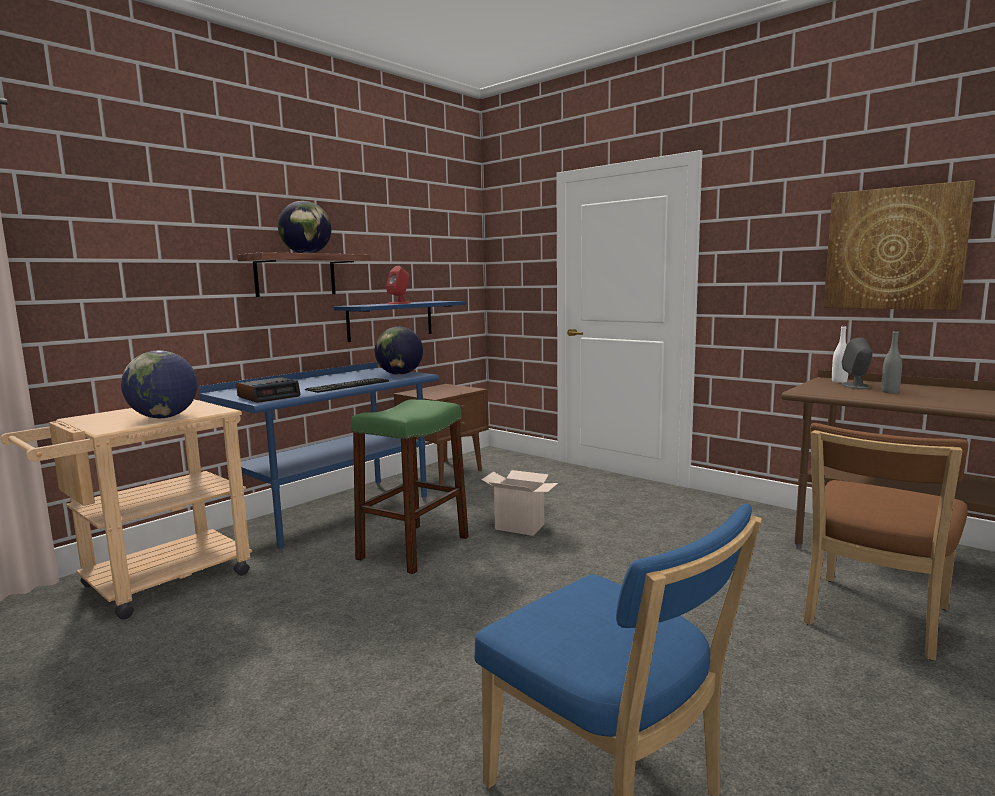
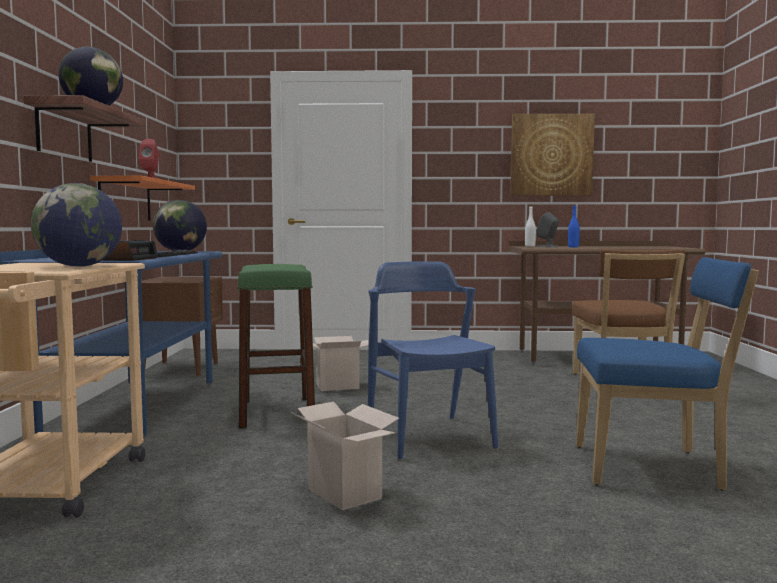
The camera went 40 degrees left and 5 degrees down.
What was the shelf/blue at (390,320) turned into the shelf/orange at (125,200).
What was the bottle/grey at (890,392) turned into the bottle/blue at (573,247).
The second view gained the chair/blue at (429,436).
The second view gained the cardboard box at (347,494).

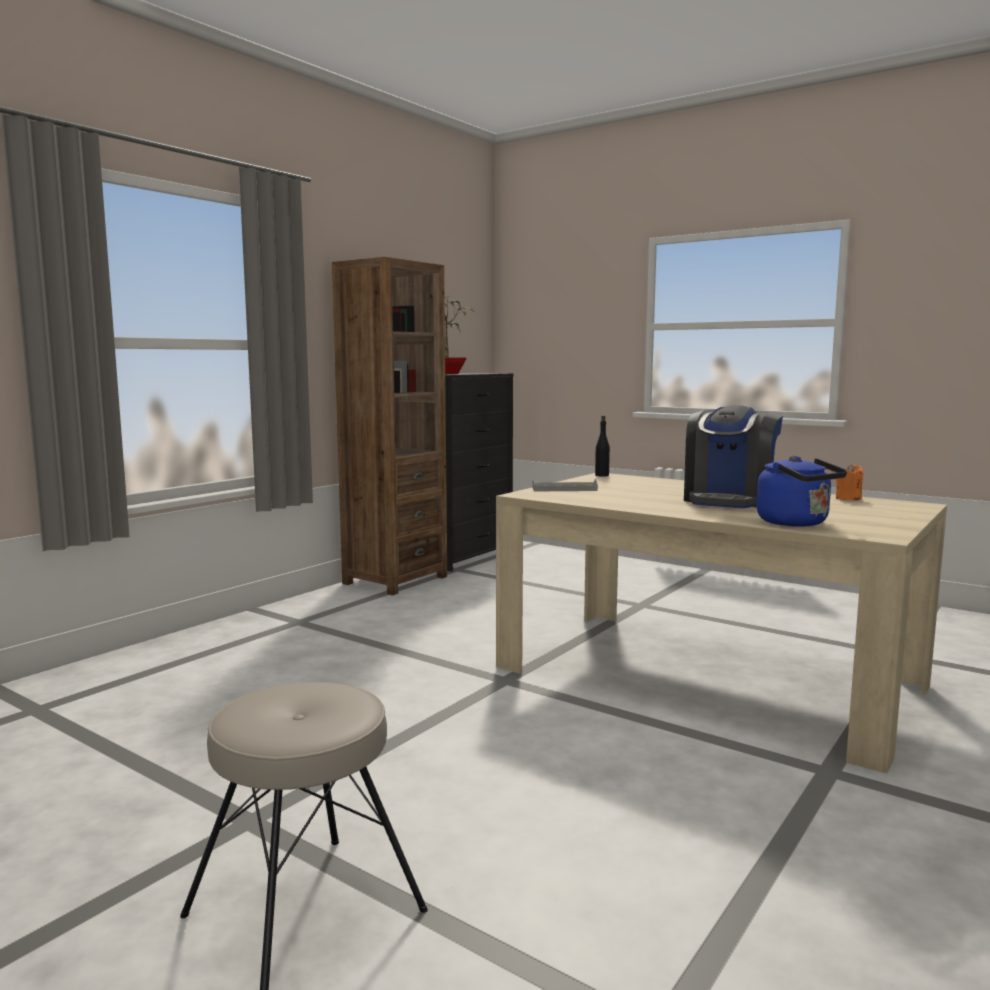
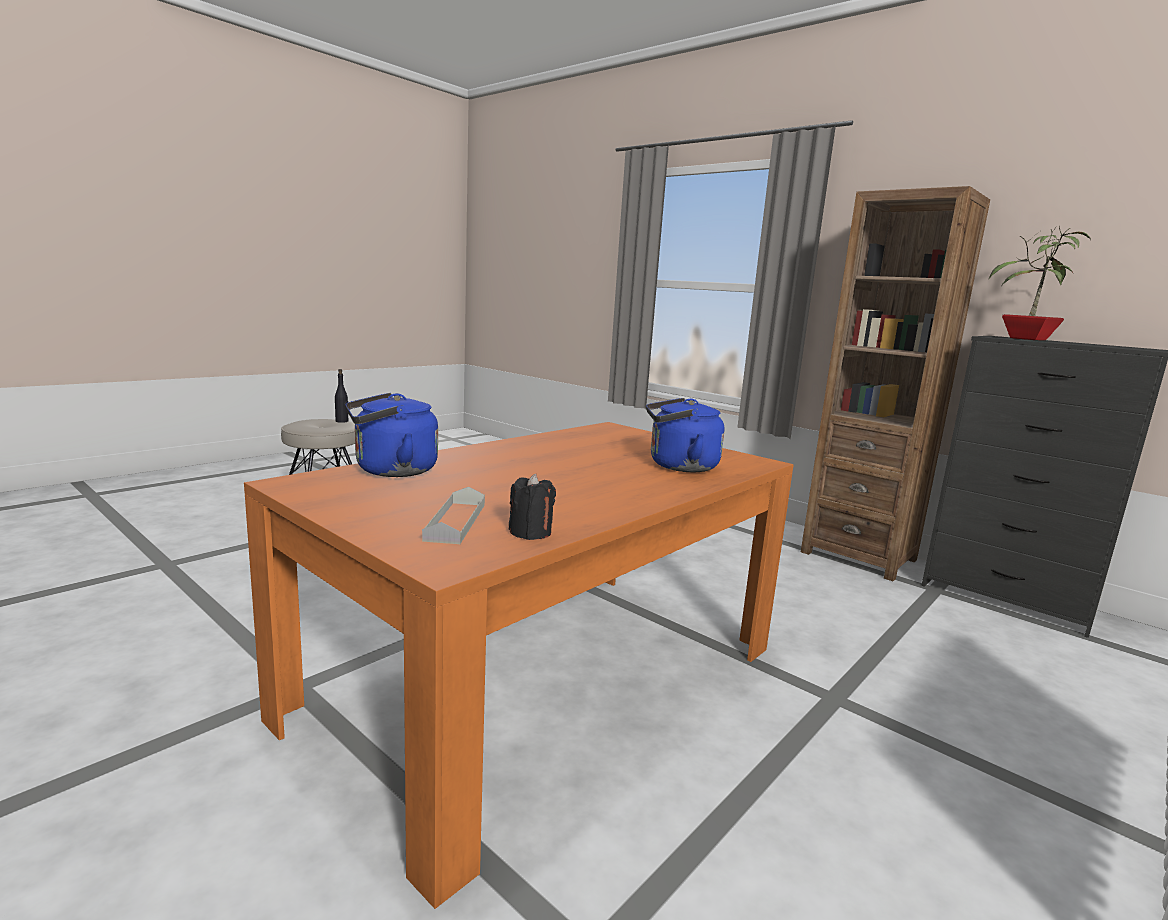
The camera went 95 degrees right and 5 degrees up.
The second view lost the coffee machine at (729,500).
The bottle/black ended up elsewhere, having gone from (602,475) to (342,421).
What was the candle/orange at (848,498) turned into the candle/black at (530,532).
What was the dining table/beige at (707,676) turned into the dining table/orange at (546,681).
The tray/grey ended up elsewhere, having gone from (564,489) to (455,521).
The second view gained the kettle/blue at (679,466).

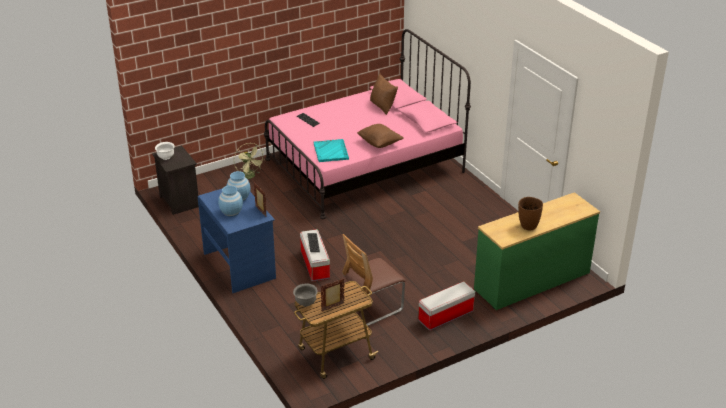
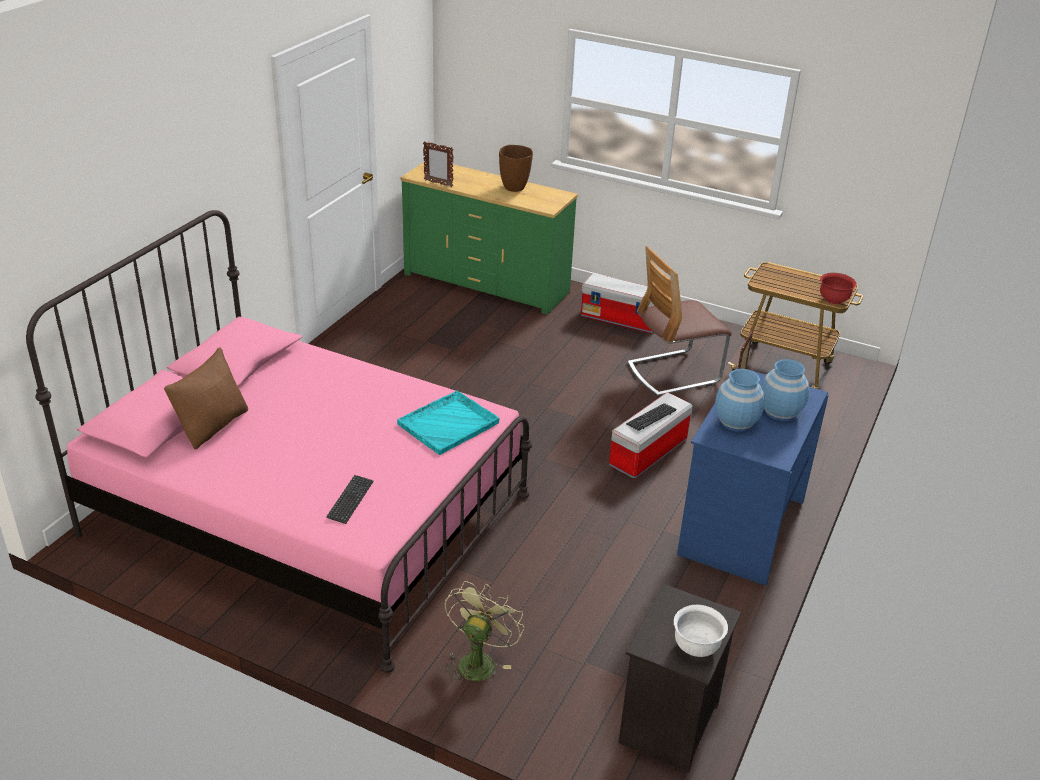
The camera went 125 degrees left and 0 degrees up.
The second view lost the pillow/brown at (379,143).
The chair at (371,308) ended up facing another way, 135 degrees clockwise from before.
The picture frame ended up elsewhere, having gone from (333,307) to (438,183).
What was the bowl/grey at (305,302) turned into the bowl/red at (834,300).

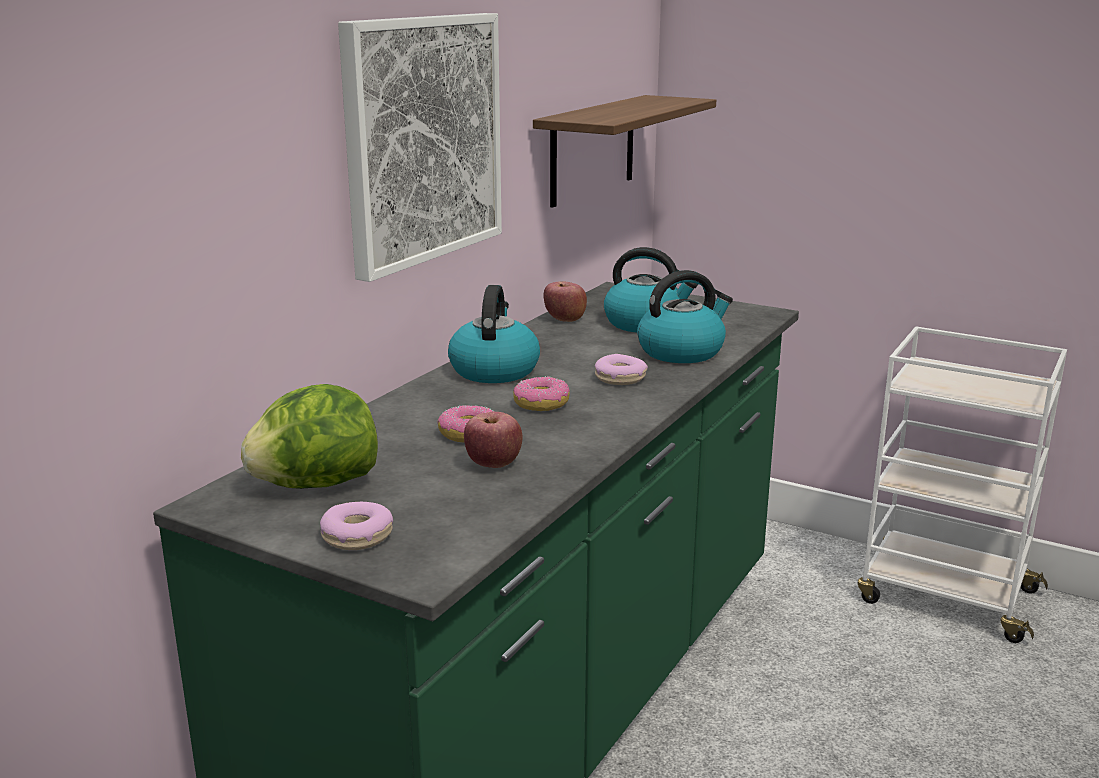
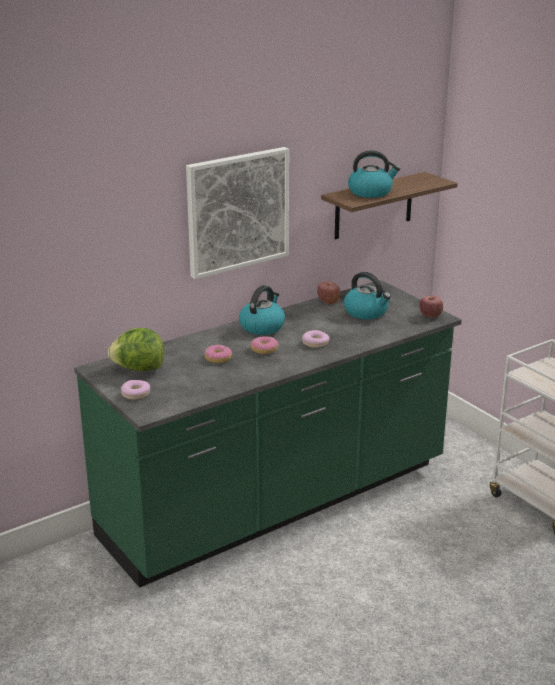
The camera went 25 degrees right and 5 degrees up.
The kettle ended up elsewhere, having gone from (682,351) to (371,192).
The apple ended up elsewhere, having gone from (493,464) to (430,316).

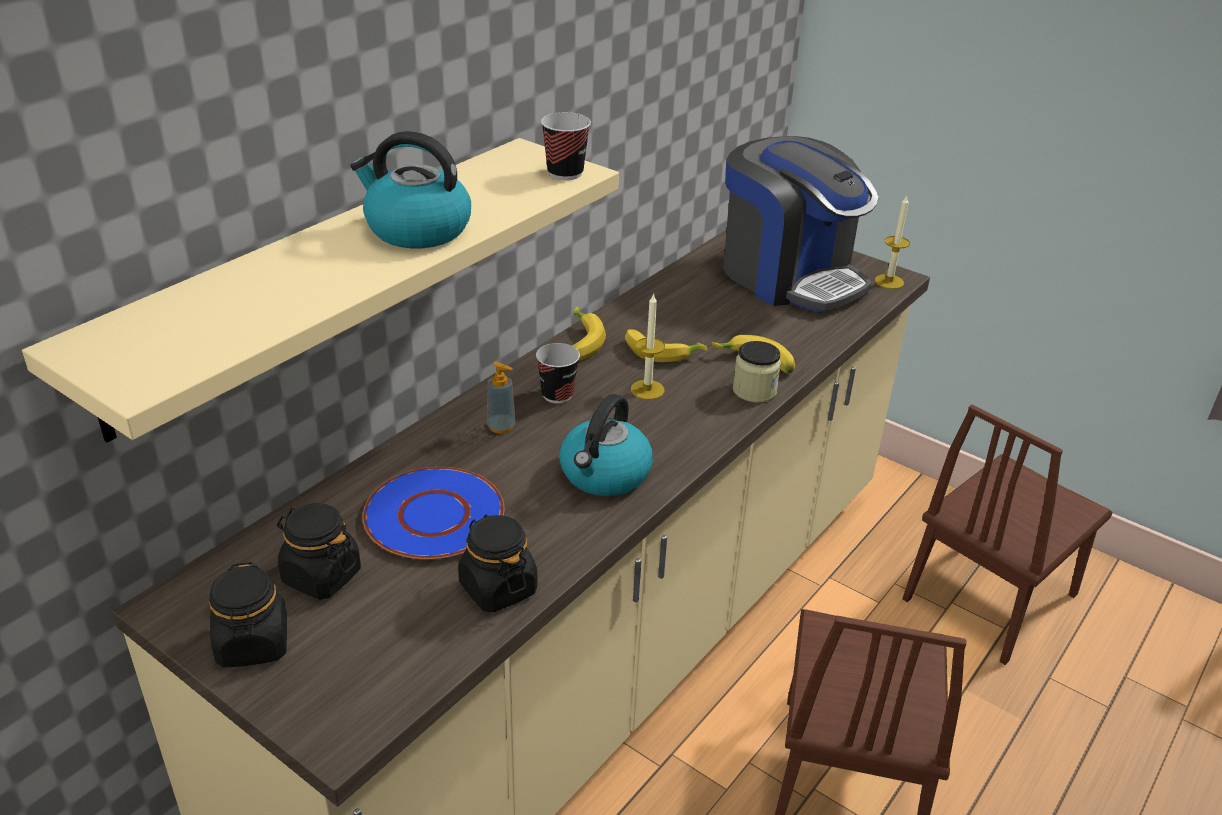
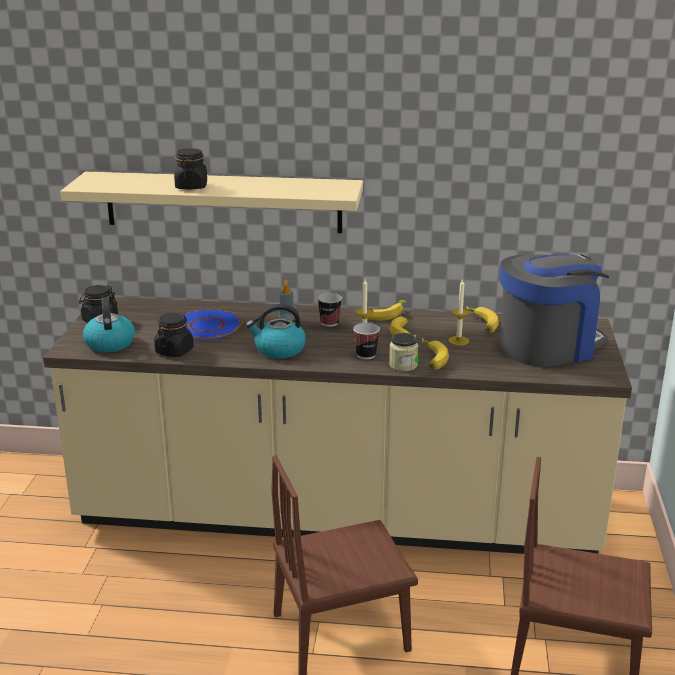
The camera went 60 degrees right and 10 degrees down.
The cup ended up elsewhere, having gone from (565,173) to (366,355).
The kettle ended up elsewhere, having gone from (416,229) to (109,343).
The coffee machine at (789,276) ended up facing another way, 135 degrees counterclockwise from before.
The candle ended up elsewhere, having gone from (889,281) to (458,341).
The jar/black ended up elsewhere, having gone from (321,576) to (191,186).
The second view gained the banana at (481,324).

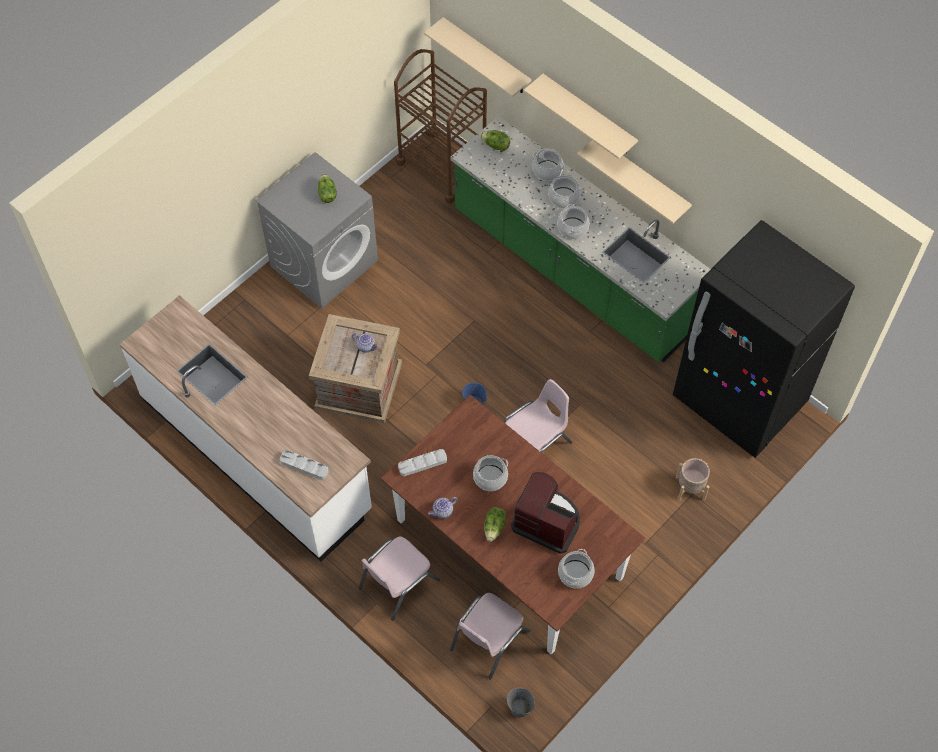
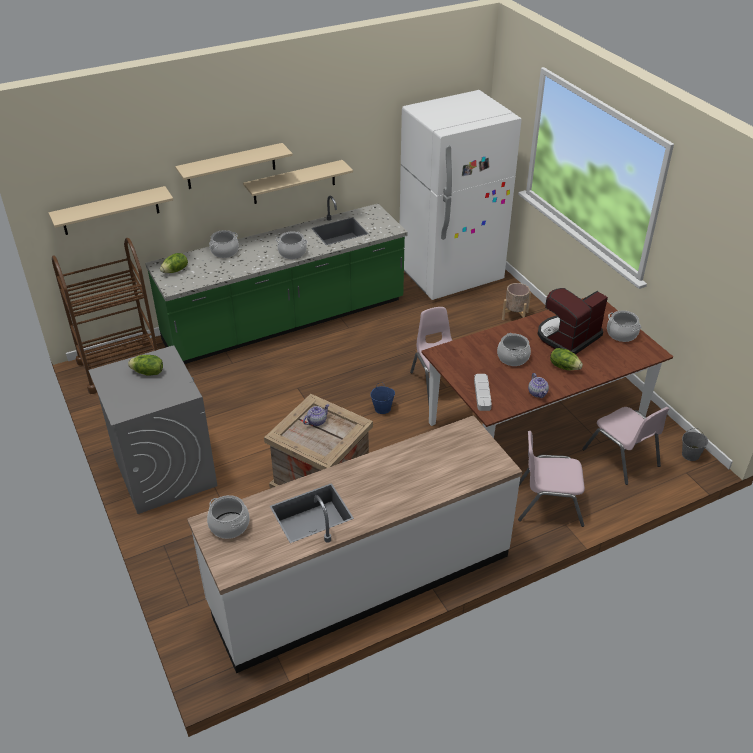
The camera went 70 degrees left and 20 degrees down.
The cooking pot ended up elsewhere, having gone from (563,197) to (229,525).
What was the fridge/black at (739,401) turned into the fridge/white at (451,275).
The second view lost the tray/grey at (304,466).
The chair/pink at (398,583) ended up facing another way, 120 degrees clockwise from before.

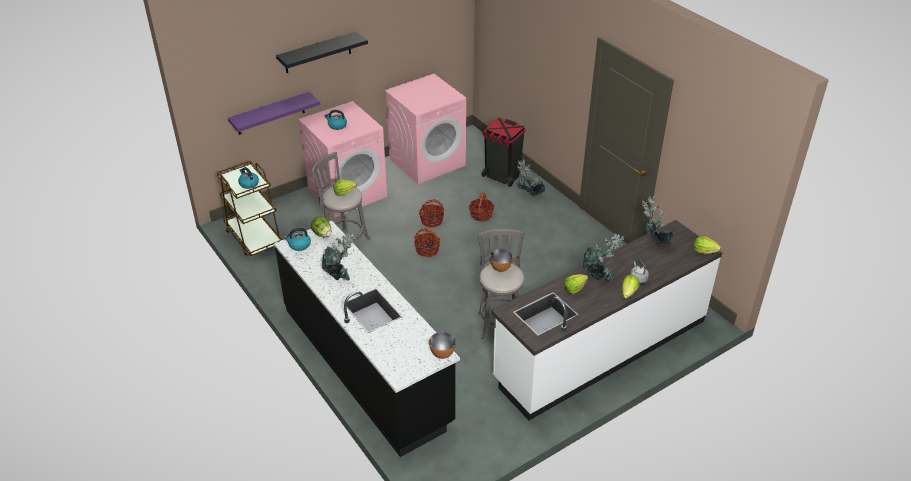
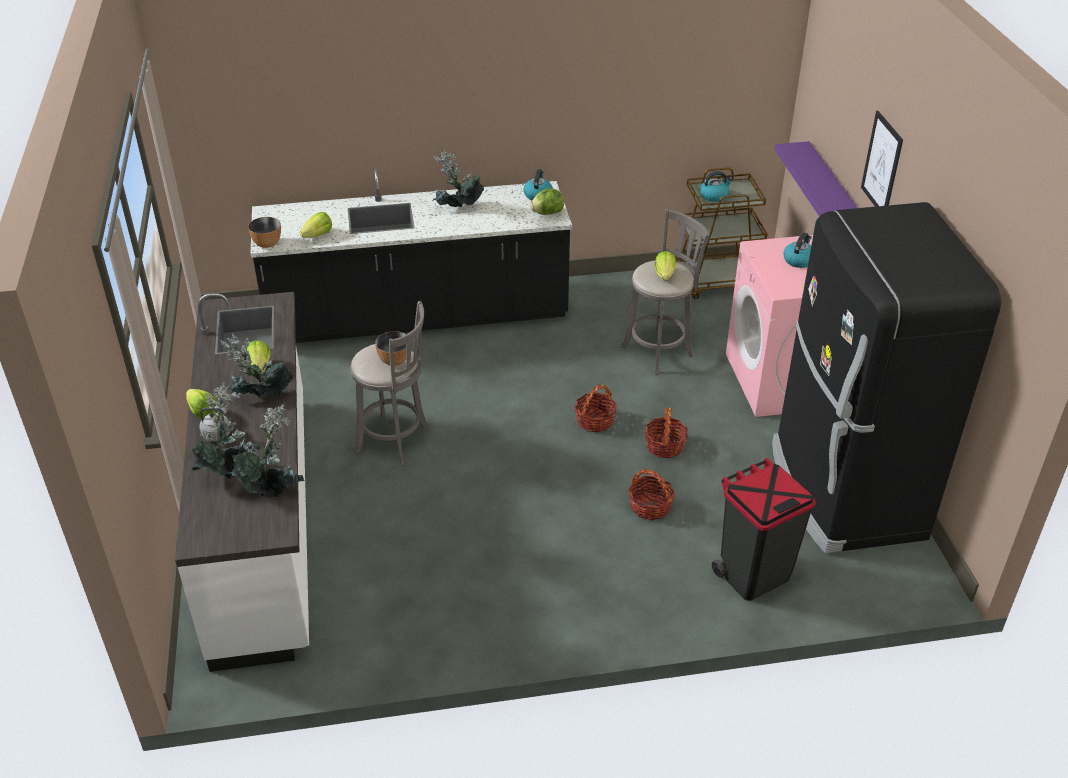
The camera went 115 degrees right and 0 degrees up.
Where the shelf/black hung at (317,53), the picture came to hang at (882,164).
Where the washing machine/pink stood at (427,162), the fridge/black came to stand at (844,492).
The potted plant ended up elsewhere, having gone from (528,195) to (230,470).
The lettuce ended up elsewhere, having gone from (704,251) to (318,235).

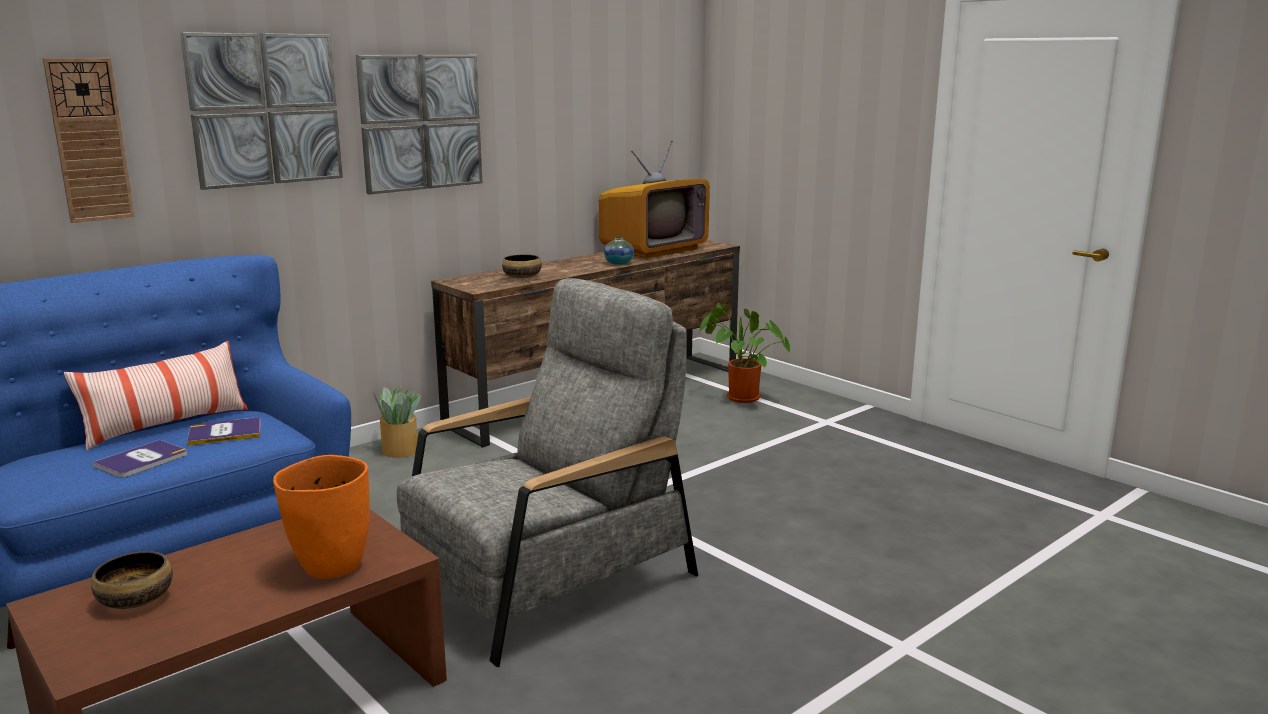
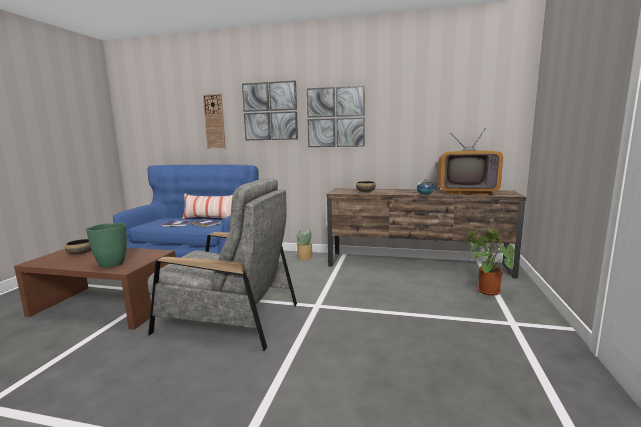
The camera went 55 degrees right and 5 degrees down.
What was the vase/orange at (330,566) turned into the vase/green at (111,264).

